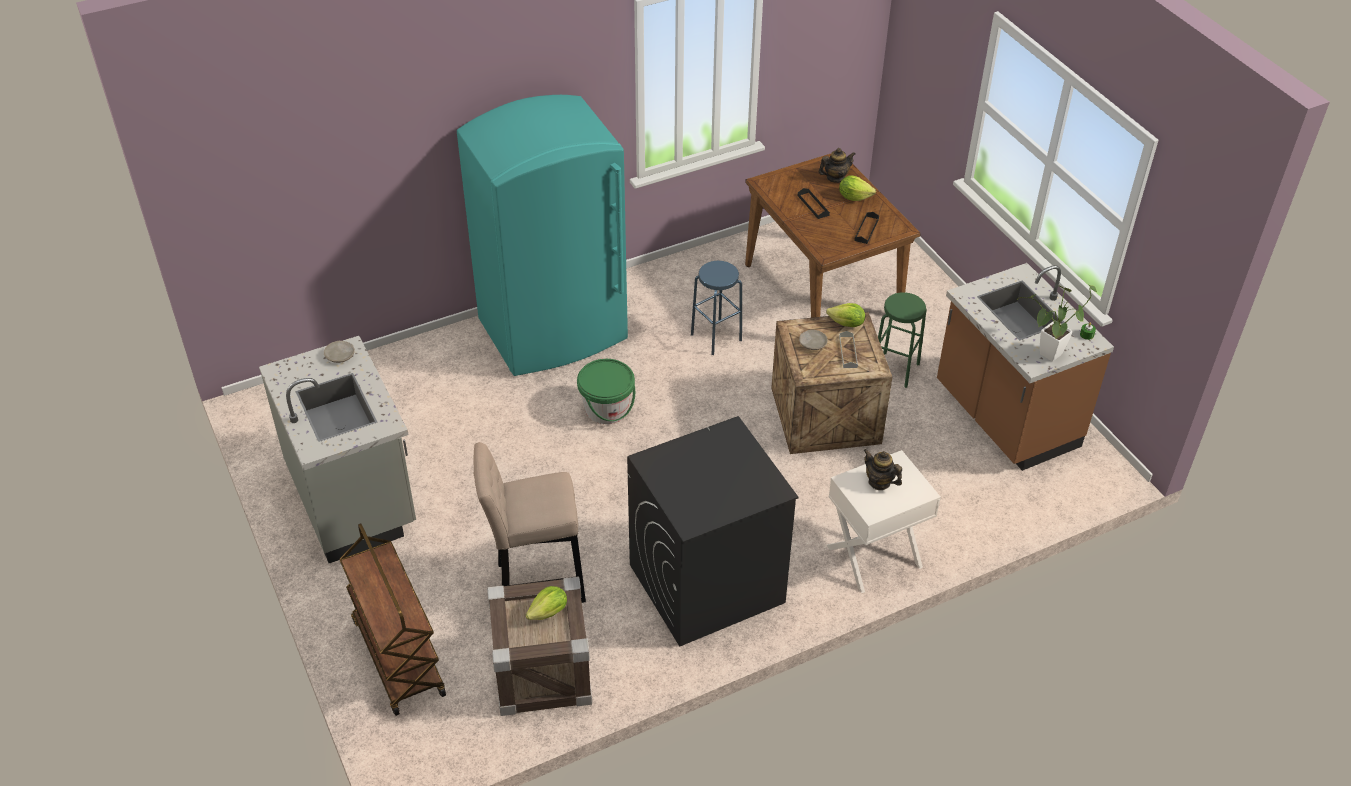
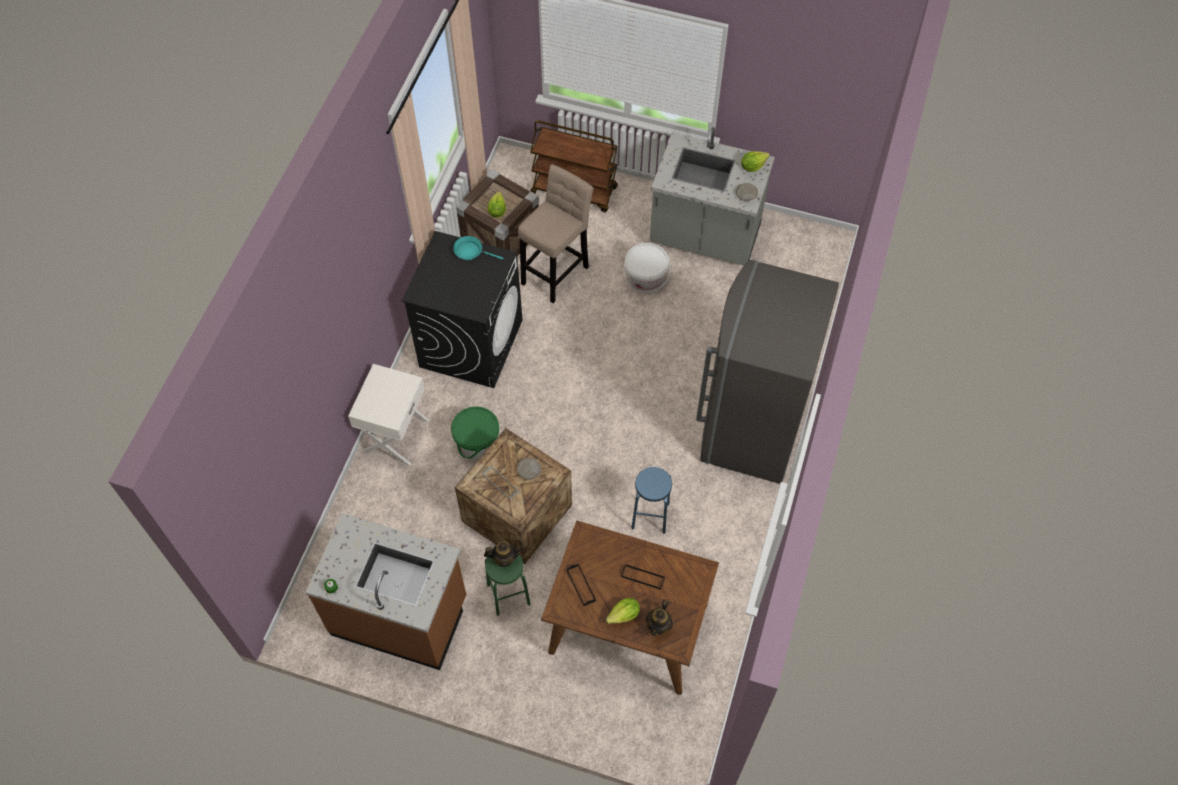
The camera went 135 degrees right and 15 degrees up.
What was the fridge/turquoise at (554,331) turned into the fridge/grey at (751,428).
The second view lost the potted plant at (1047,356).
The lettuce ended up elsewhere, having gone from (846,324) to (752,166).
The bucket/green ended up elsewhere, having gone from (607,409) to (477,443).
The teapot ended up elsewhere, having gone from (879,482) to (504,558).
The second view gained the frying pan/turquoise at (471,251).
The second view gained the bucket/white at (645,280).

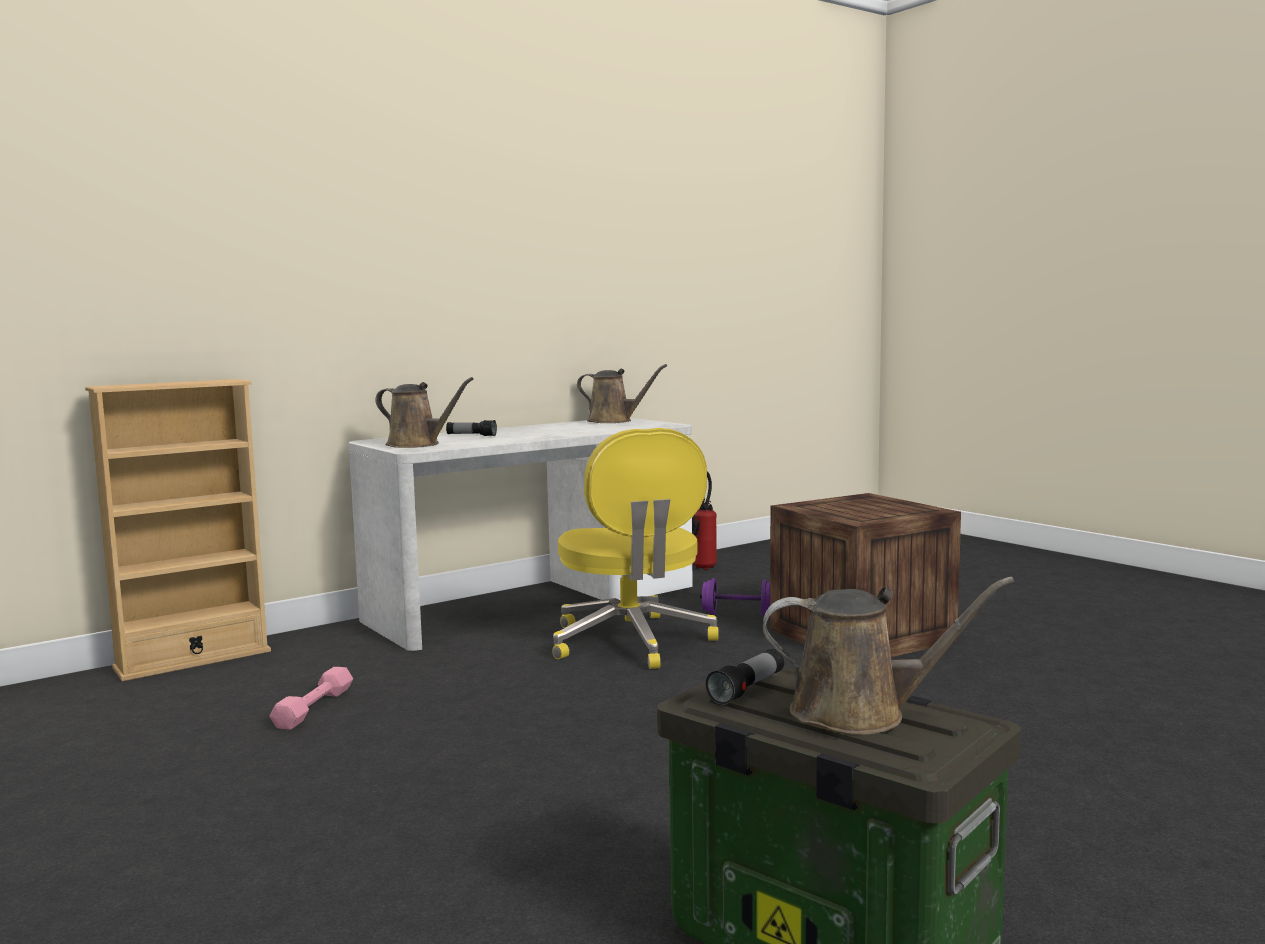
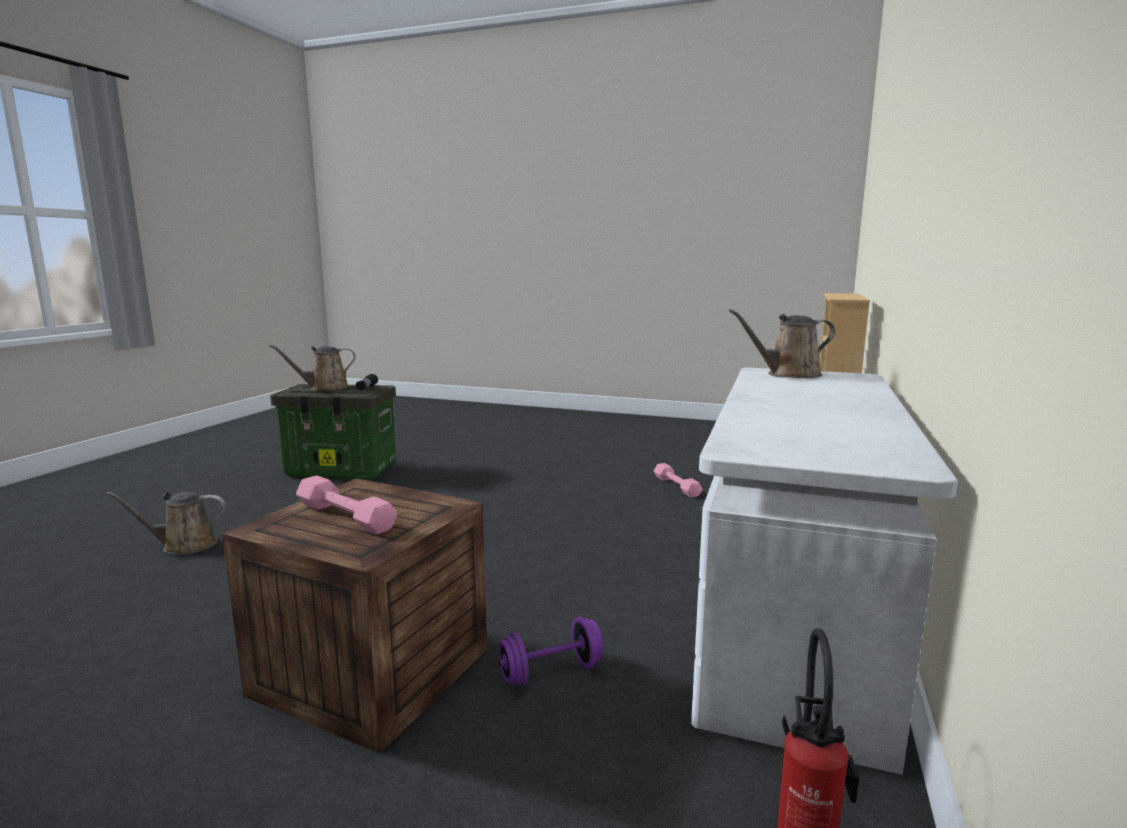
The camera went 145 degrees right and 5 degrees up.
The watering can/brown ended up elsewhere, having gone from (614,421) to (184,545).
The second view lost the flashlight at (471,436).
The second view lost the office chair/yellow at (631,642).
The second view gained the dumbbell/pink at (346,516).

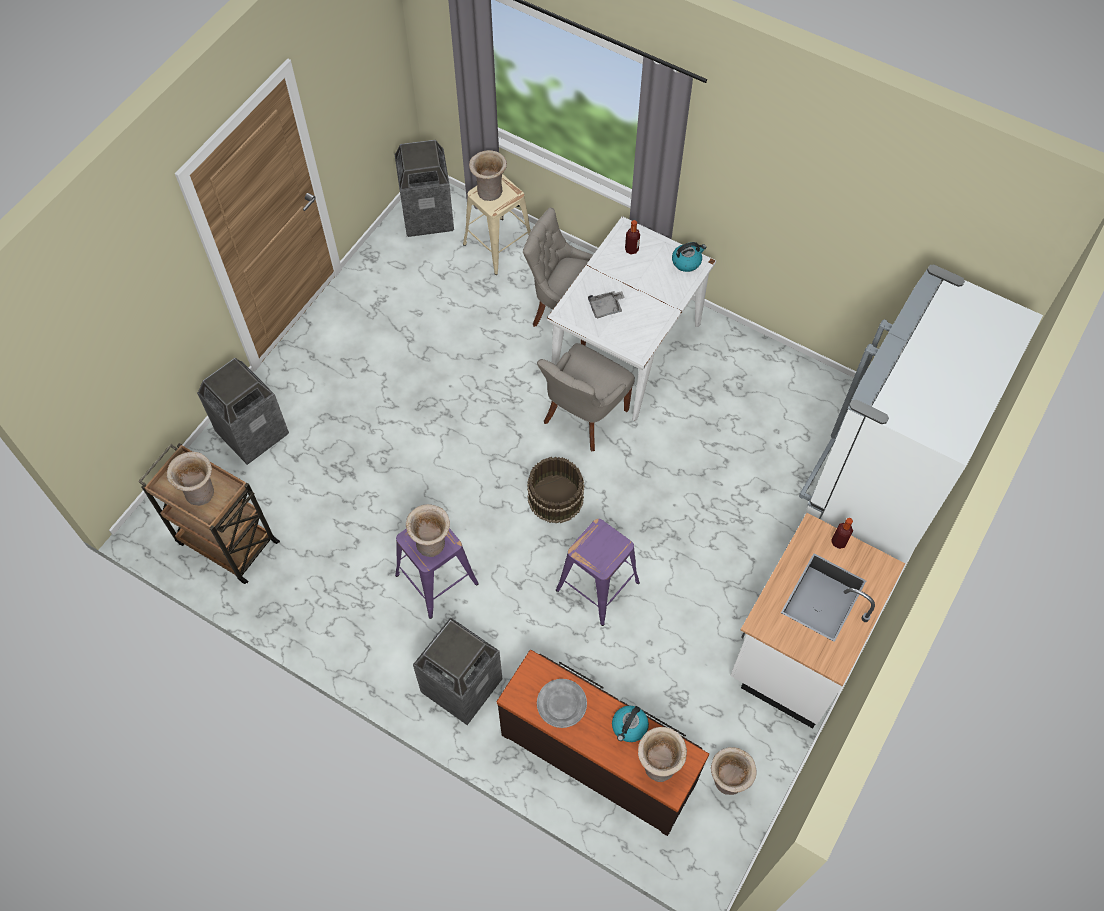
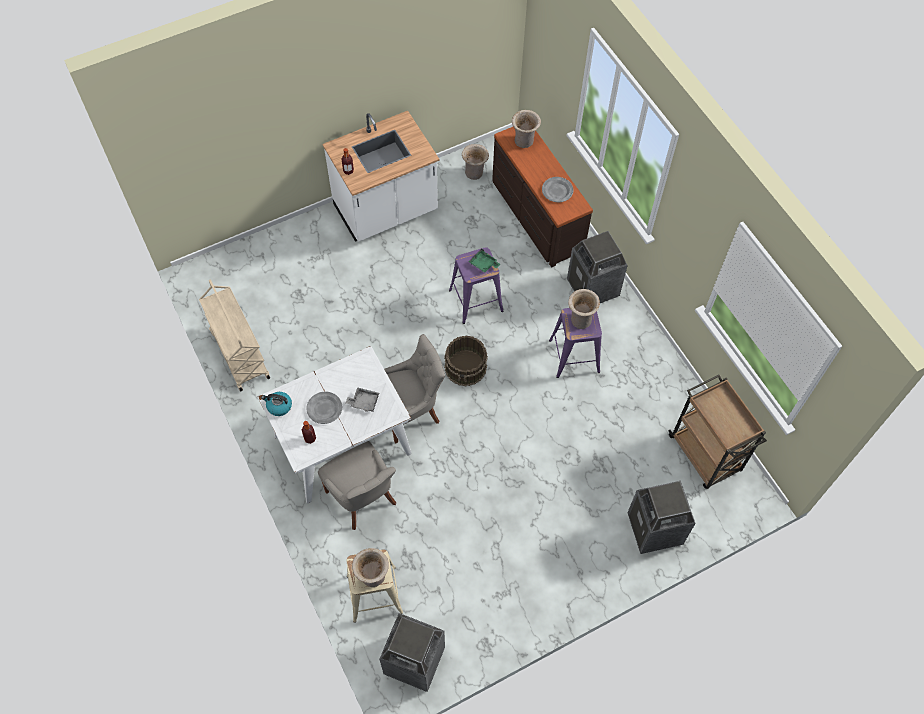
The camera went 150 degrees left and 0 degrees up.
The second view lost the fridge/white at (863,512).
The second view lost the vase/beige at (201,492).
The second view lost the kettle at (629,727).
The second view gained the tray/green at (483,264).
The second view gained the cart/beige at (239,354).
The second view gained the plate/grey at (324,408).

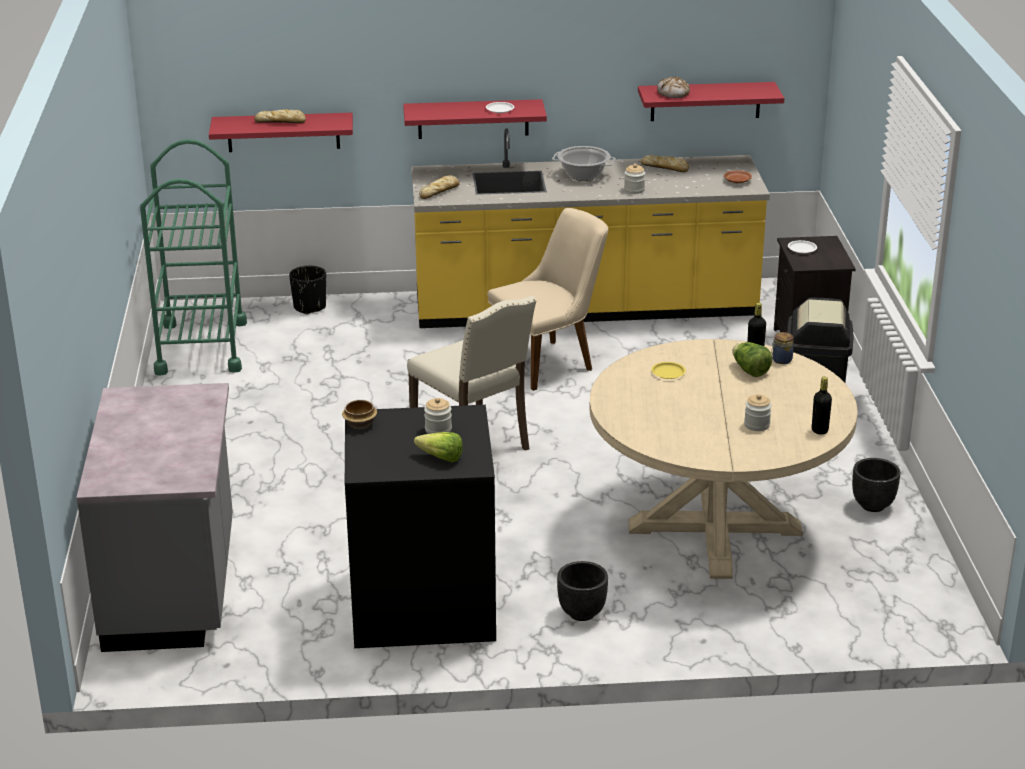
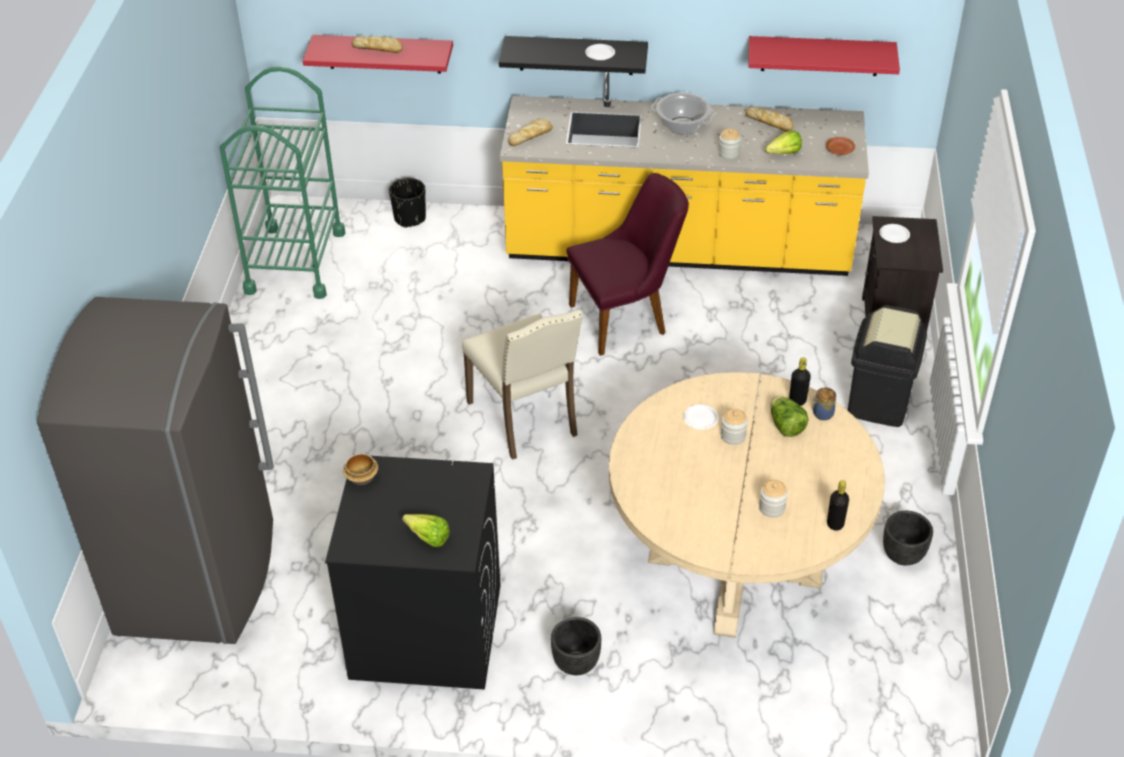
The camera went 10 degrees right and 15 degrees up.
The second view lost the bread at (673,93).
What was the shelf/red at (473,119) turned into the shelf/black at (576,55).
What was the chair/beige at (551,361) turned into the chair/purple at (627,318).
What was the plate/yellow at (668,373) turned into the plate/white at (700,419).
Where the counter/grey stood at (174,588), the fridge/grey came to stand at (199,577).
The jar ended up elsewhere, having gone from (438,430) to (733,436).
The second view gained the lettuce at (781,154).

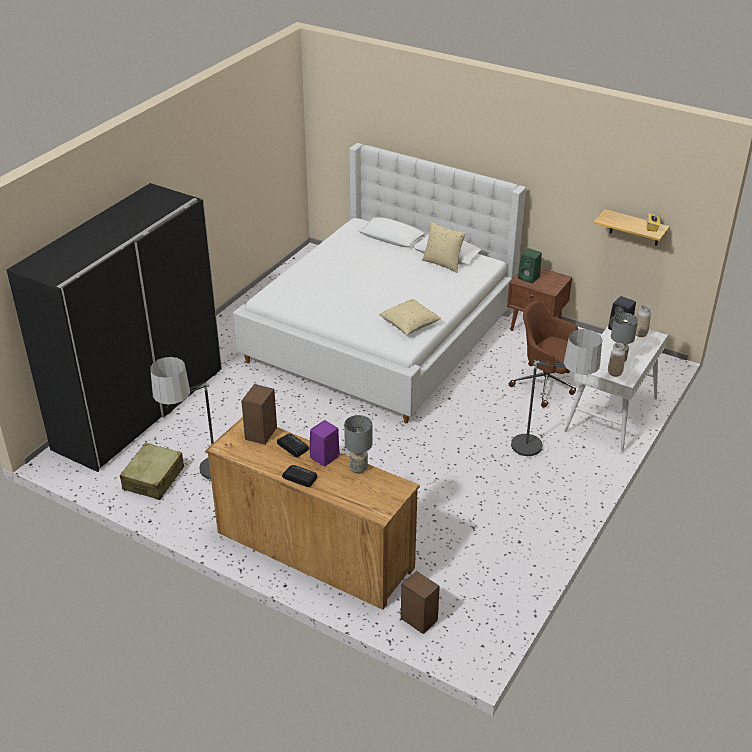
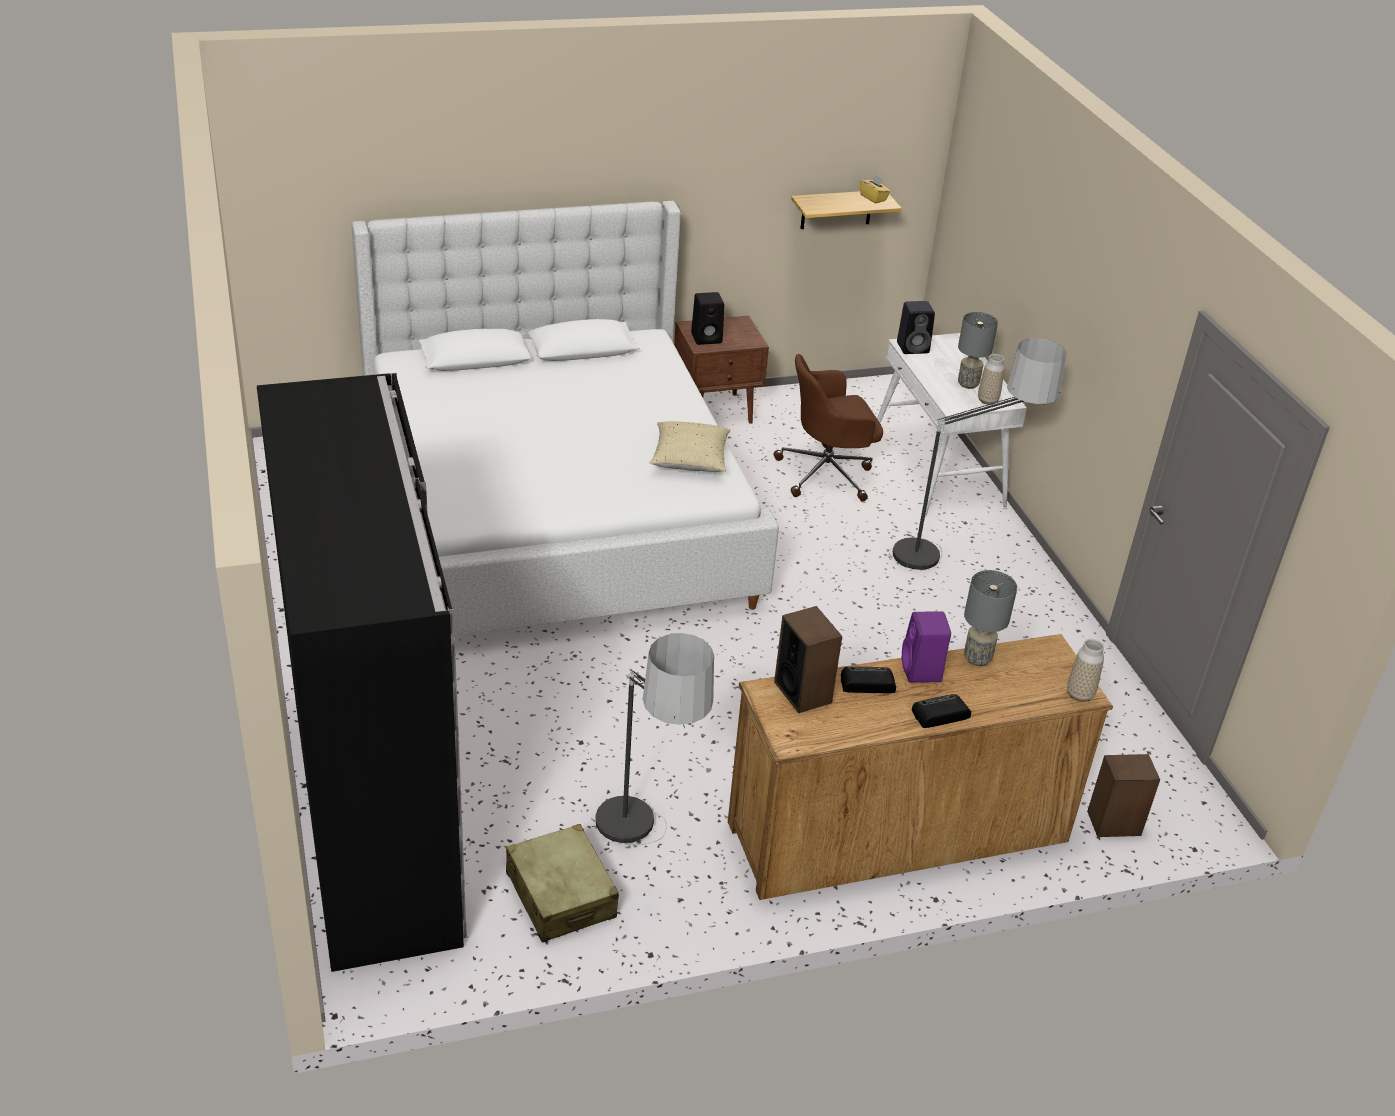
The camera went 50 degrees left and 0 degrees up.
The second view lost the pillow/beige at (443,263).
What was the speaker/green at (529,278) turned into the speaker/black at (707,338).
The vase ended up elsewhere, having gone from (640,334) to (1079,694).

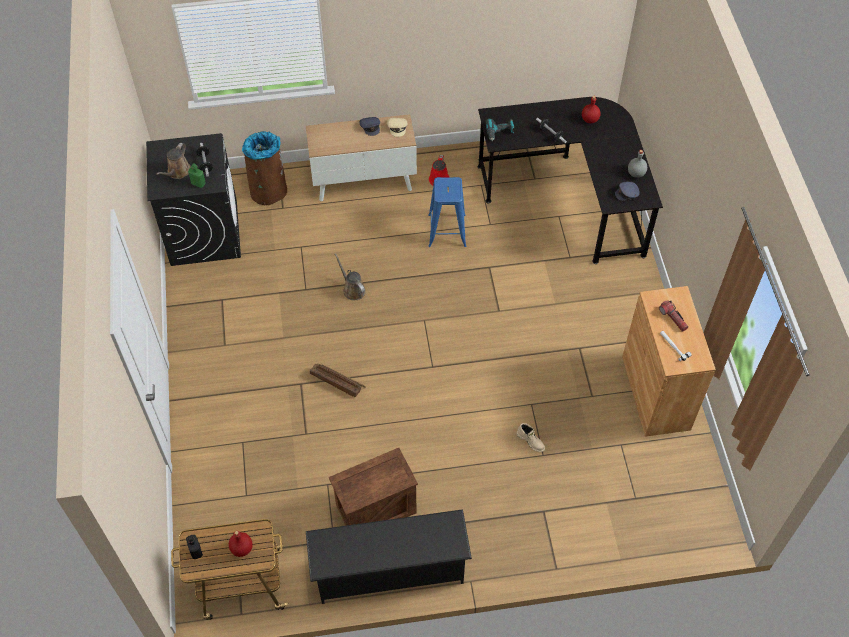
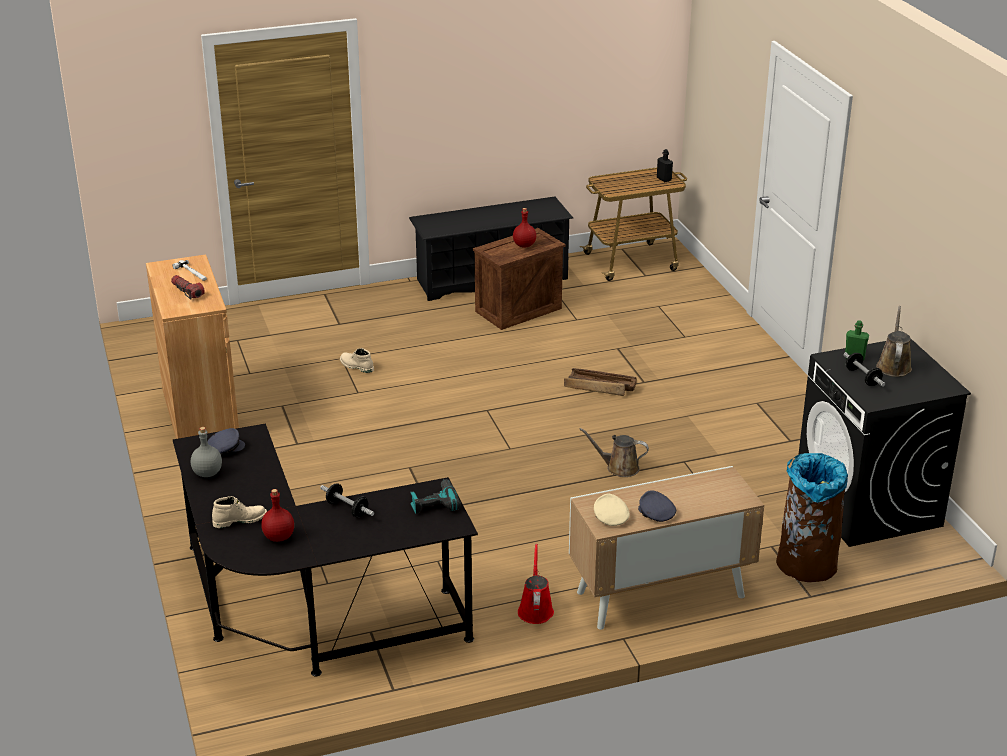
The camera went 170 degrees right and 25 degrees down.
The second view lost the stool/blue at (447,230).
The watering can/brown at (352,289) ended up facing another way, 150 degrees clockwise from before.
The bottle/red ended up elsewhere, having gone from (242,549) to (524,245).
The second view gained the boot/beige at (240,520).

